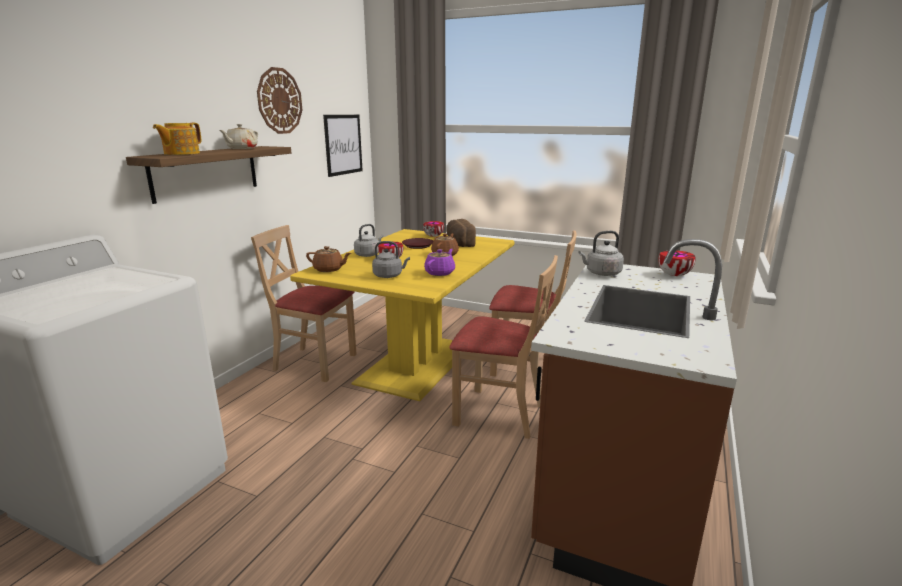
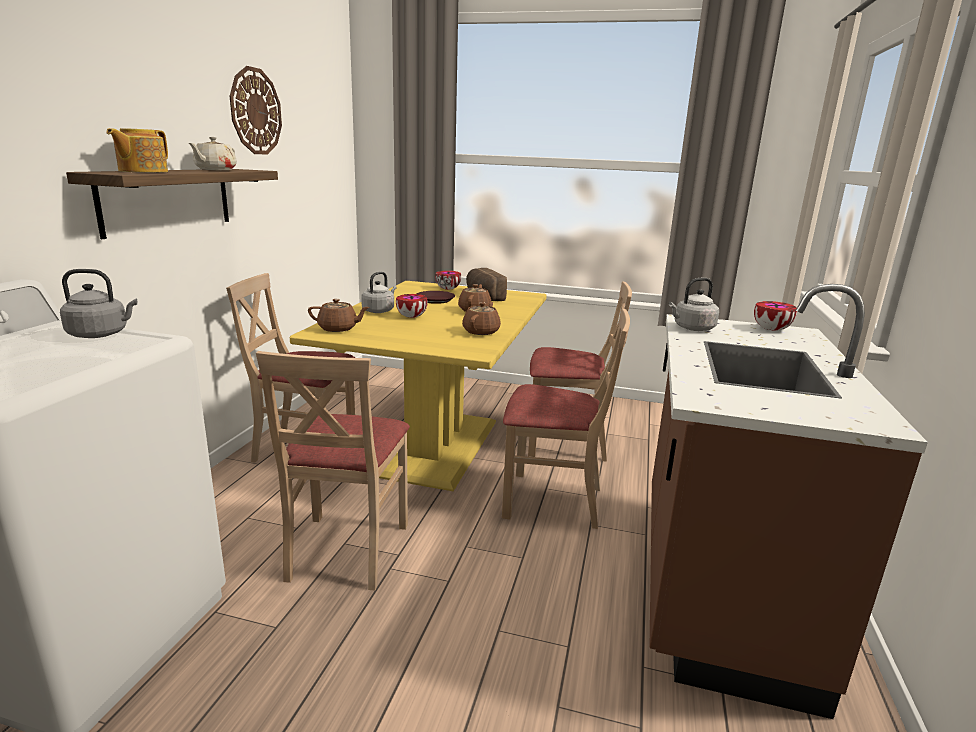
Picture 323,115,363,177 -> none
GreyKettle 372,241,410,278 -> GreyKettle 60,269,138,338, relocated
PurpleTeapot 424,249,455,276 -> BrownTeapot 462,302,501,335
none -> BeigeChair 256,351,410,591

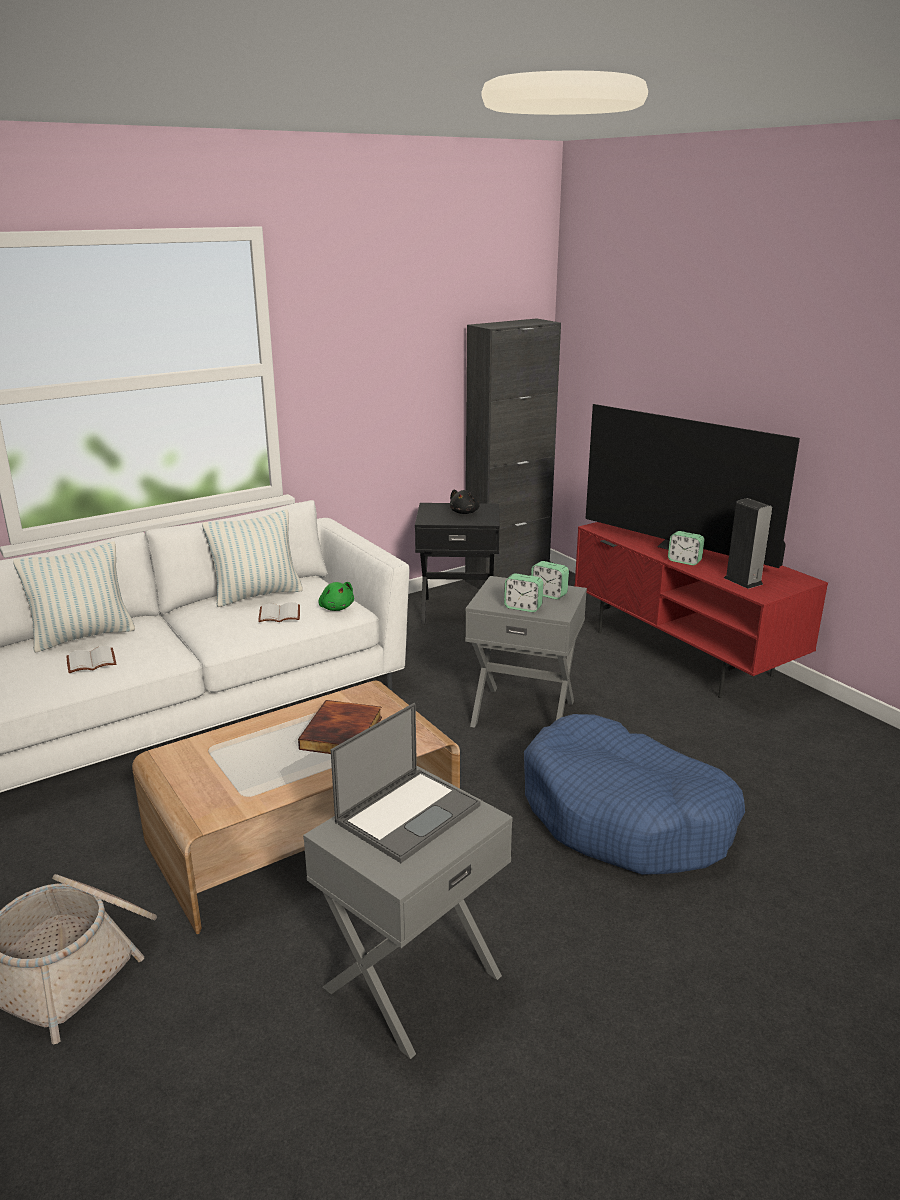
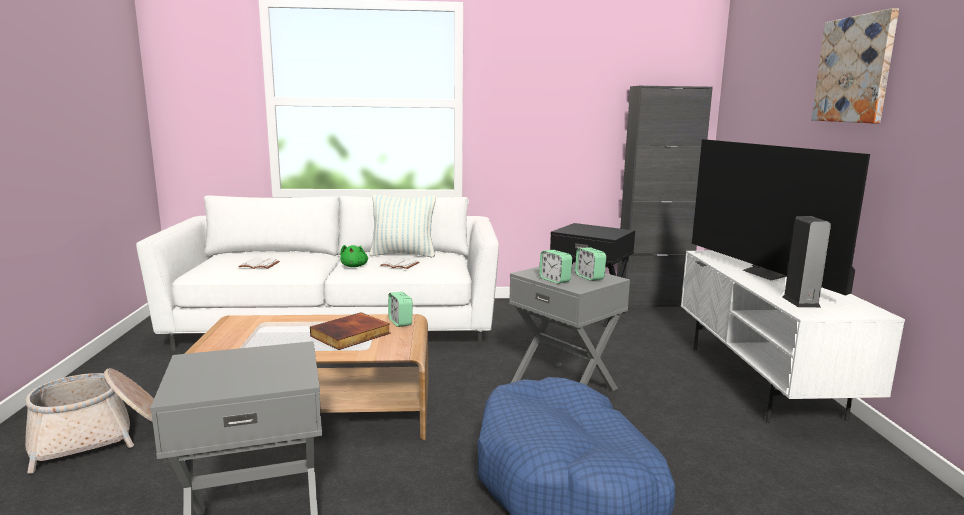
BlackPlushToy 450,489,480,514 -> none
RedTvStand 574,522,828,698 -> WhiteTvStand 681,251,905,422
AlarmClock 668,531,704,565 -> AlarmClock 388,292,413,327, relocated
Pillow 13,541,135,653 -> none
GreenPlushToy 318,582,354,611 -> GreenPlushToy 340,245,368,267, relocated
Laptop 331,703,480,863 -> none
none -> Picture 811,8,899,123

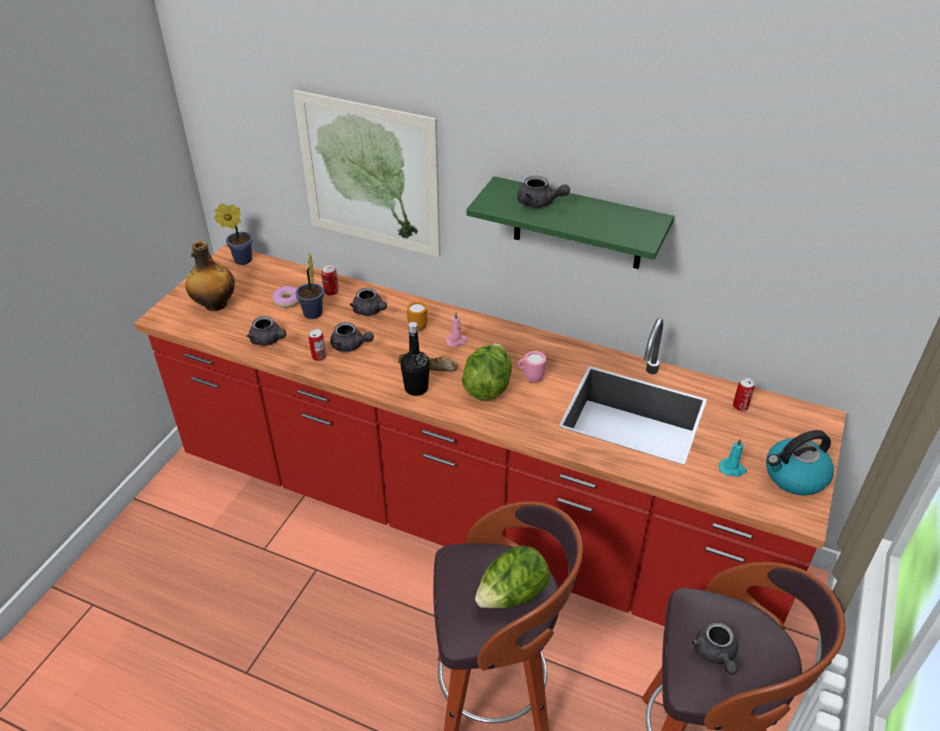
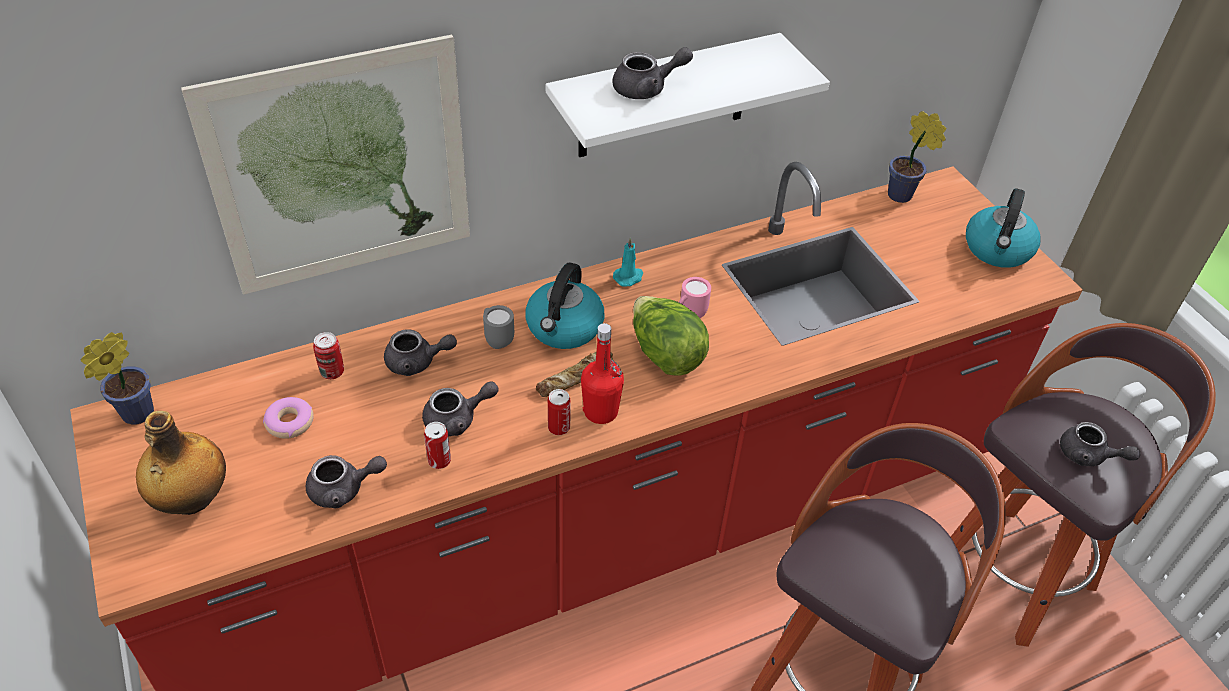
GreenShelf 466,176,674,269 -> WhiteShelf 546,33,830,157
PottedPlant 296,252,324,319 -> PottedPlant 888,111,947,203, relocated
OrangeMug 407,301,428,330 -> GreyMug 483,305,514,349
PinkCandle 445,312,469,347 -> Kettle 525,262,605,349
BlackBottle 400,322,430,396 -> RedBottle 581,323,624,424
Can 733,378,755,411 -> Can 548,389,571,435, relocated
TurquoiseCandle 719,438,747,477 -> TurquoiseCandle 613,237,643,286, relocated
Lettuce 475,546,550,608 -> none

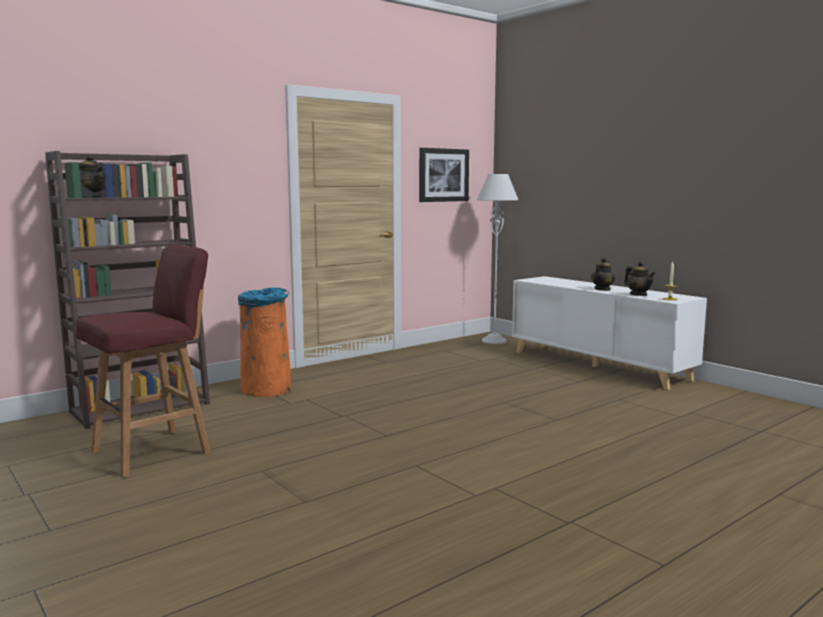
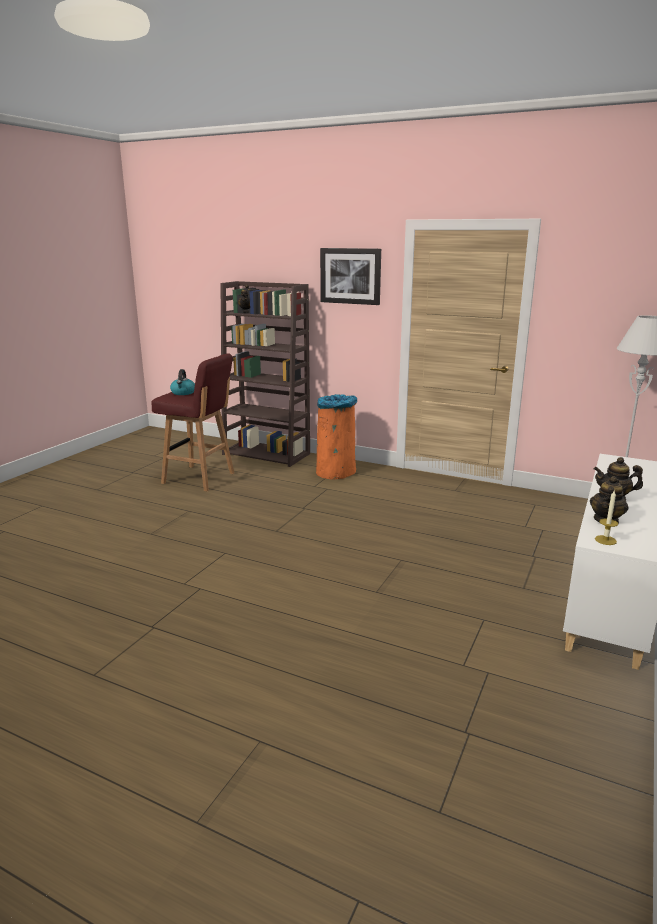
Picture 419,148,469,202 -> Picture 320,248,381,305, relocated
none -> Kettle 170,369,195,395

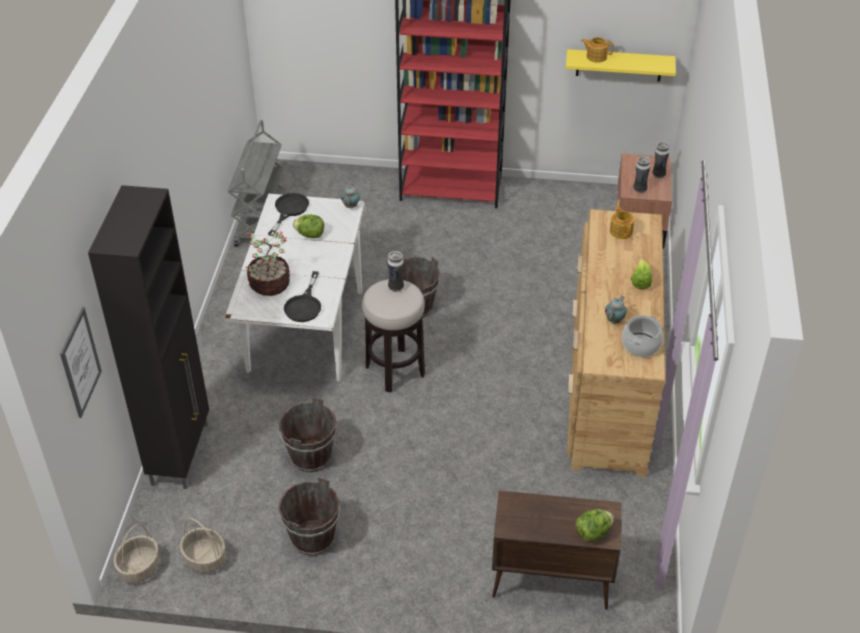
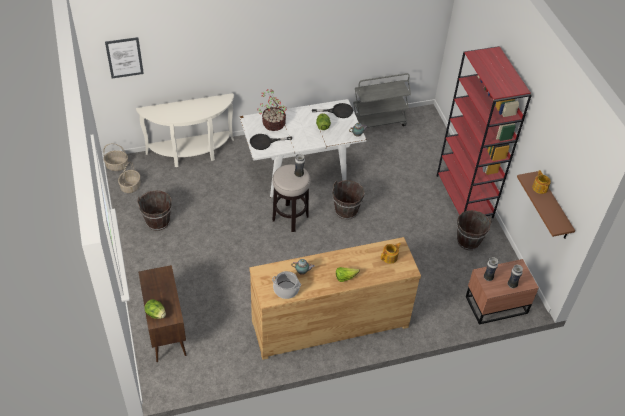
YellowShelf 566,49,676,82 -> BrownShelf 517,171,575,239
BlackCabinet 88,185,209,489 -> WhiteConsoleTable 136,93,234,167
BrownBucket 279,397,336,472 -> BrownBucket 457,210,492,250, relocated

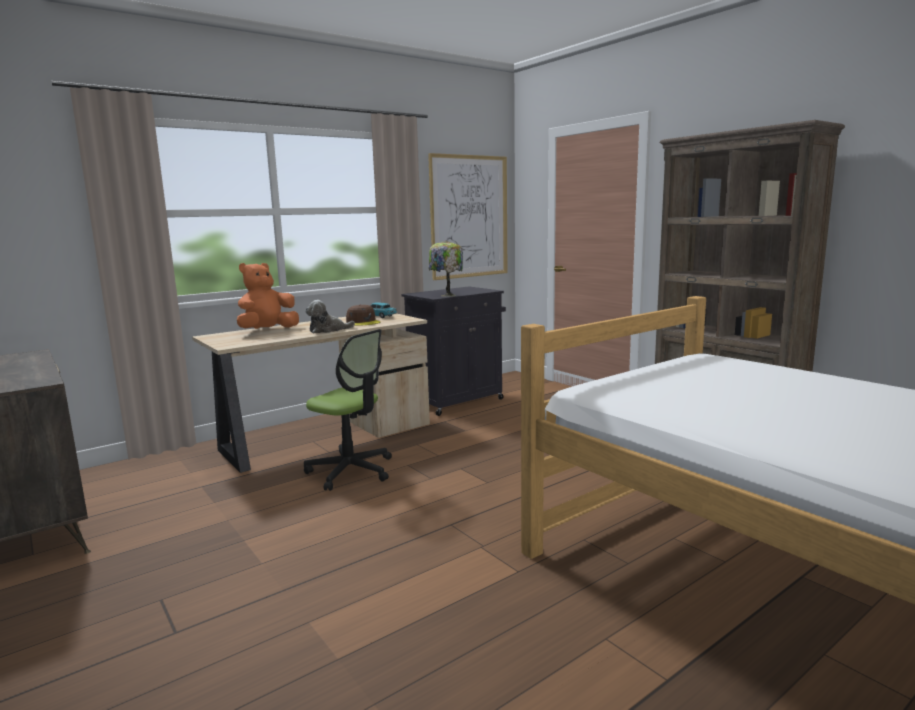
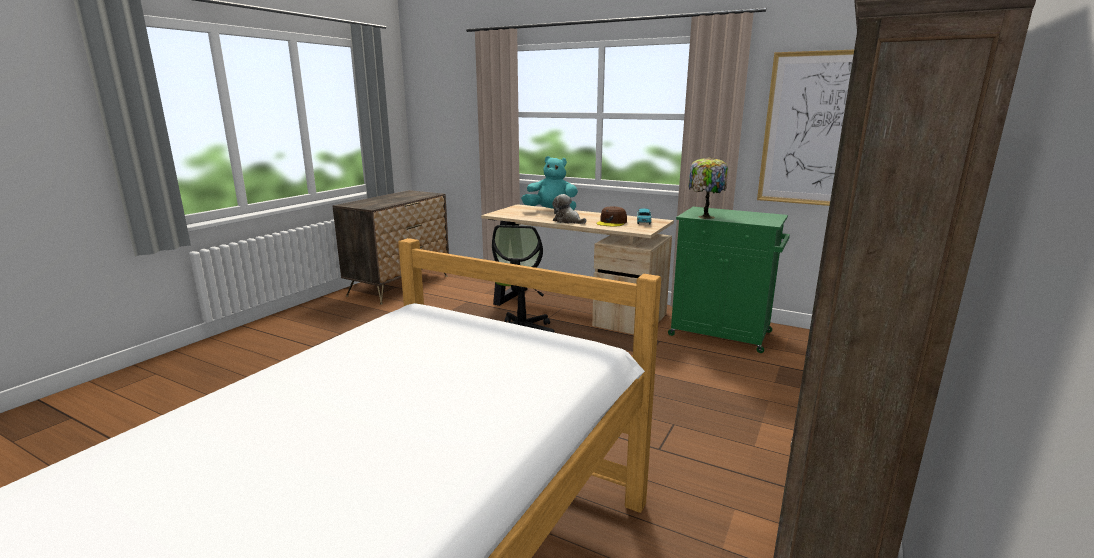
OrangePlushToy 237,263,299,329 -> TurquoisePlushToy 521,156,578,210
BlackCabinet 402,286,506,416 -> GreenCabinet 668,207,790,353

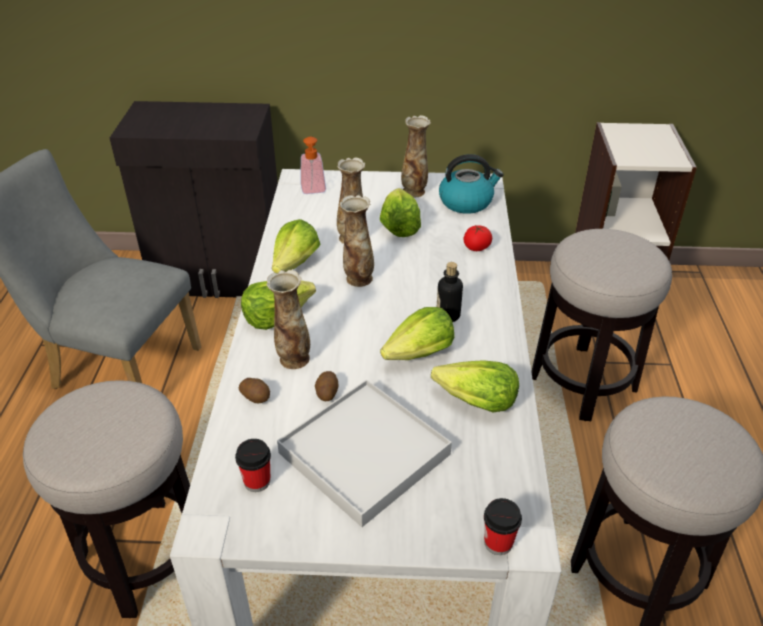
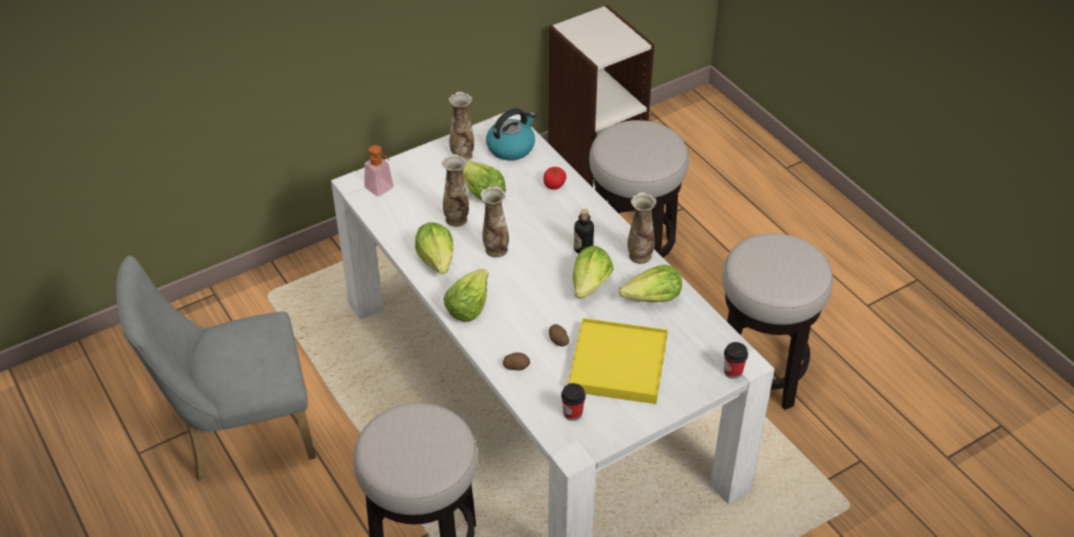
BlackCabinet 110,101,278,298 -> none
Vase 267,270,310,369 -> Vase 628,192,657,264, relocated
WhiteTray 277,380,452,527 -> YellowTray 568,318,668,404

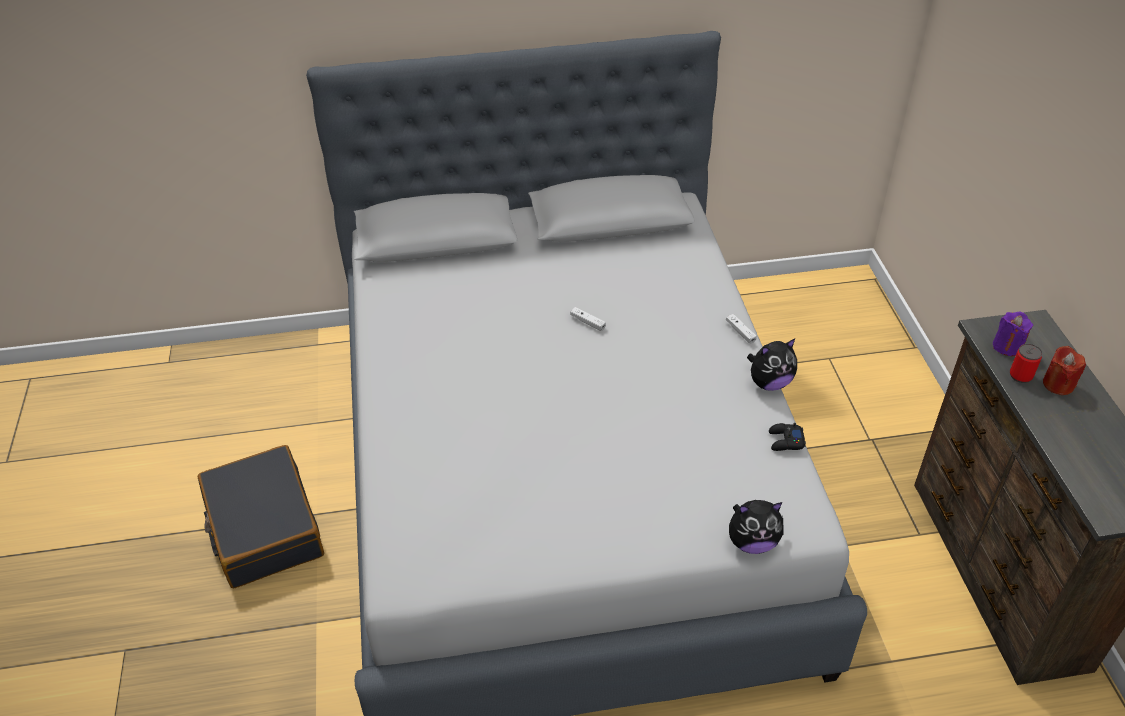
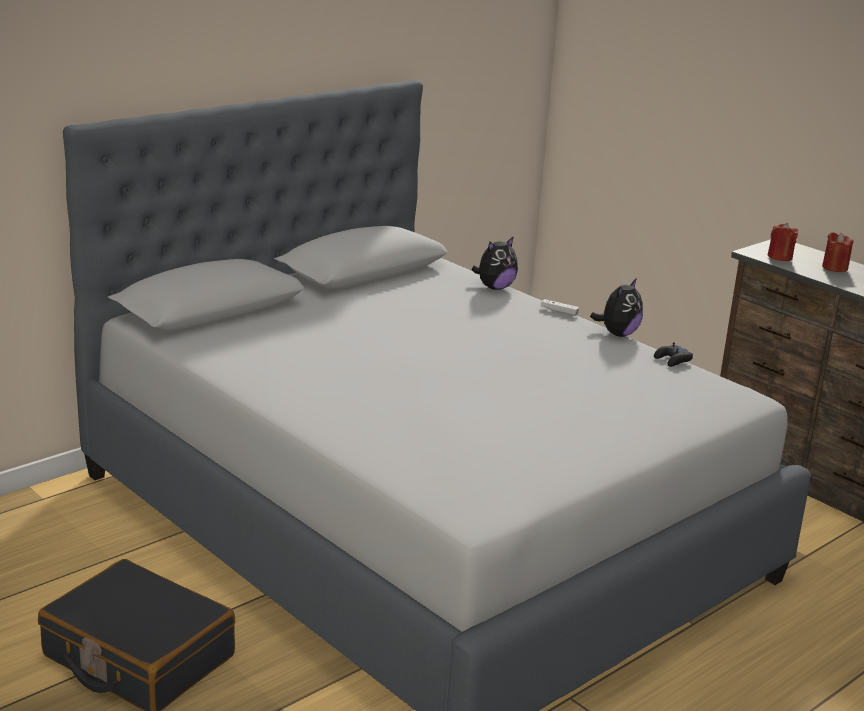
WhiteGameController 570,307,606,331 -> none
PurpleCandle 993,312,1033,356 -> RedCandle 768,223,798,261
Can 1010,344,1042,383 -> none
PlushToy 729,500,783,554 -> PlushToy 471,236,518,290, relocated

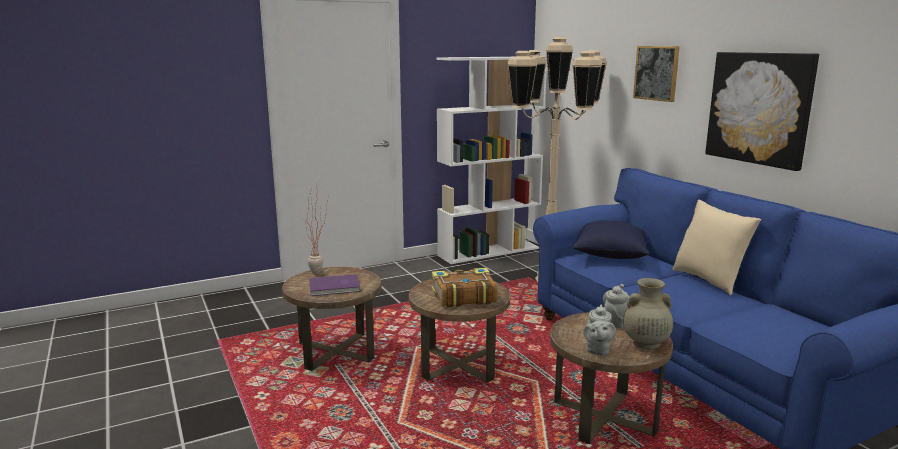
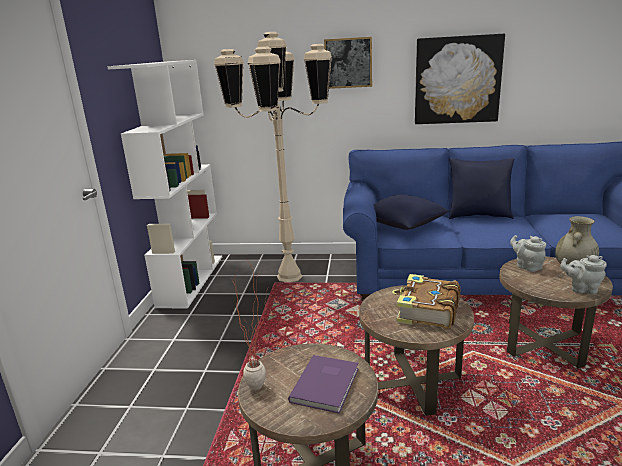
BeigePillow 673,200,761,296 -> BluePillow 449,158,514,219
GreyTeapot 583,305,616,356 -> GreyTeapot 560,255,607,294, 150 degrees clockwise

